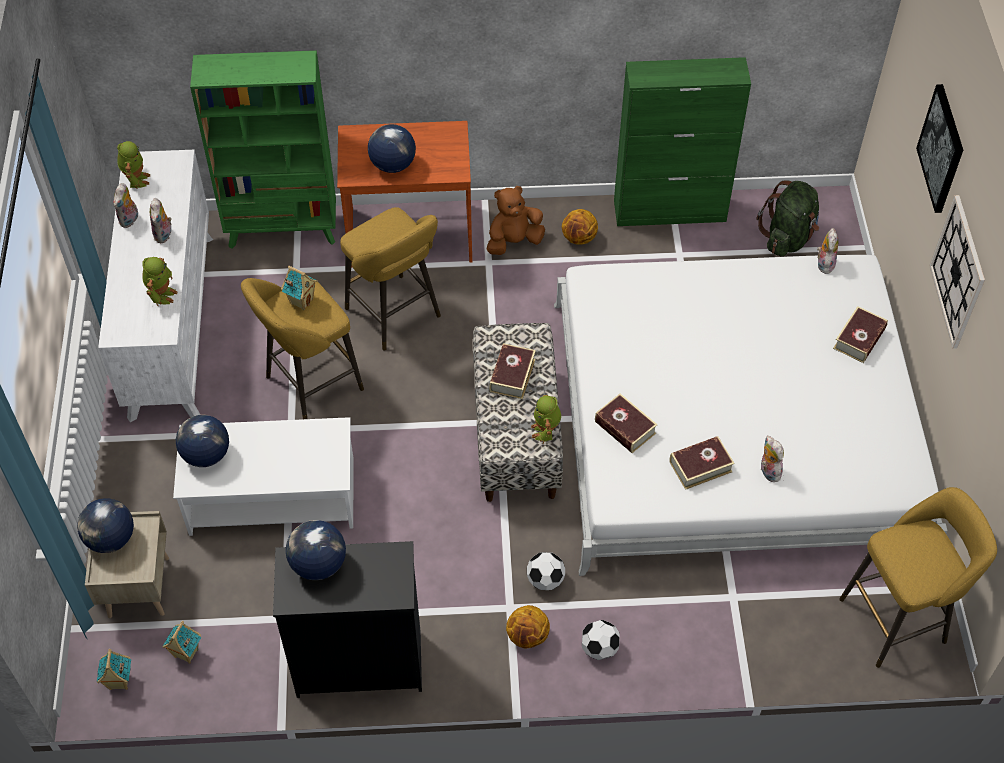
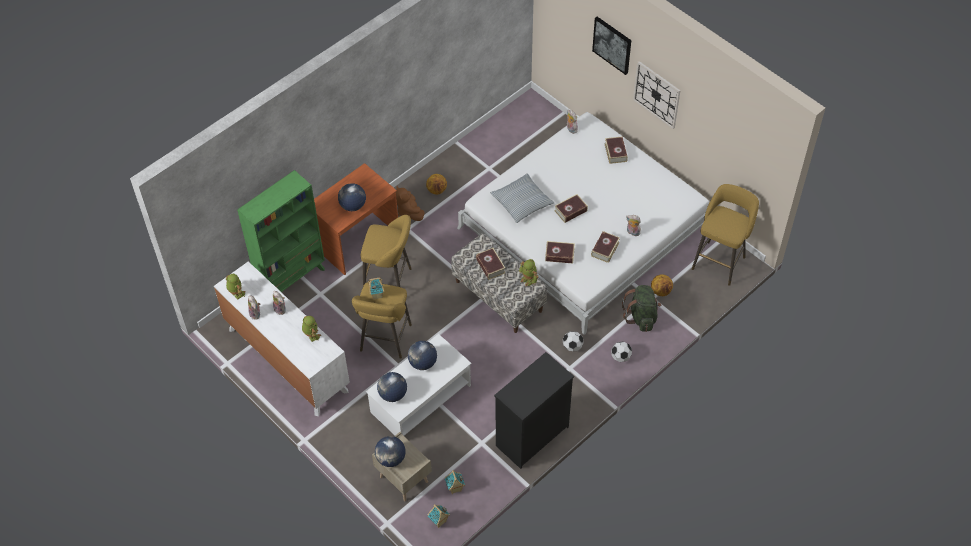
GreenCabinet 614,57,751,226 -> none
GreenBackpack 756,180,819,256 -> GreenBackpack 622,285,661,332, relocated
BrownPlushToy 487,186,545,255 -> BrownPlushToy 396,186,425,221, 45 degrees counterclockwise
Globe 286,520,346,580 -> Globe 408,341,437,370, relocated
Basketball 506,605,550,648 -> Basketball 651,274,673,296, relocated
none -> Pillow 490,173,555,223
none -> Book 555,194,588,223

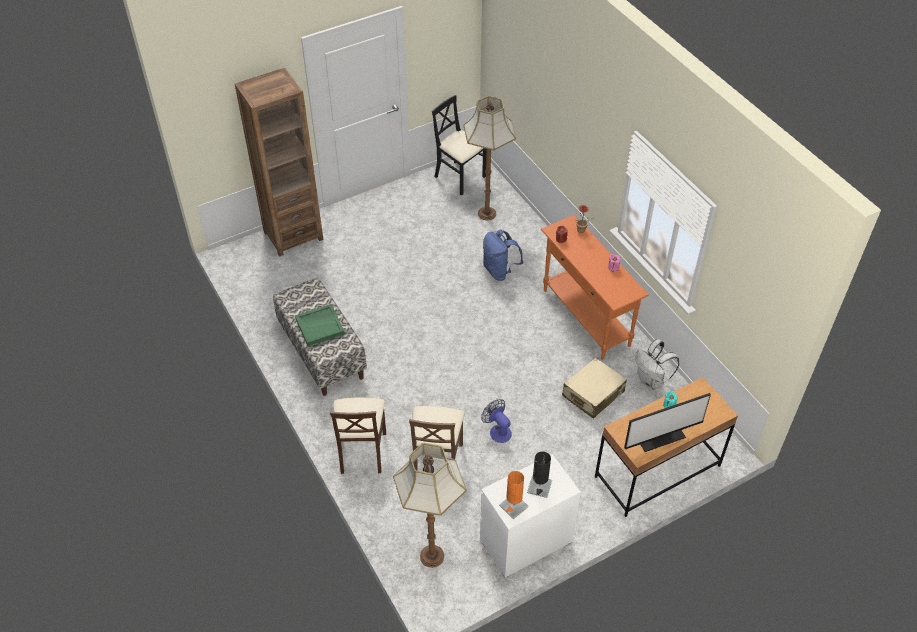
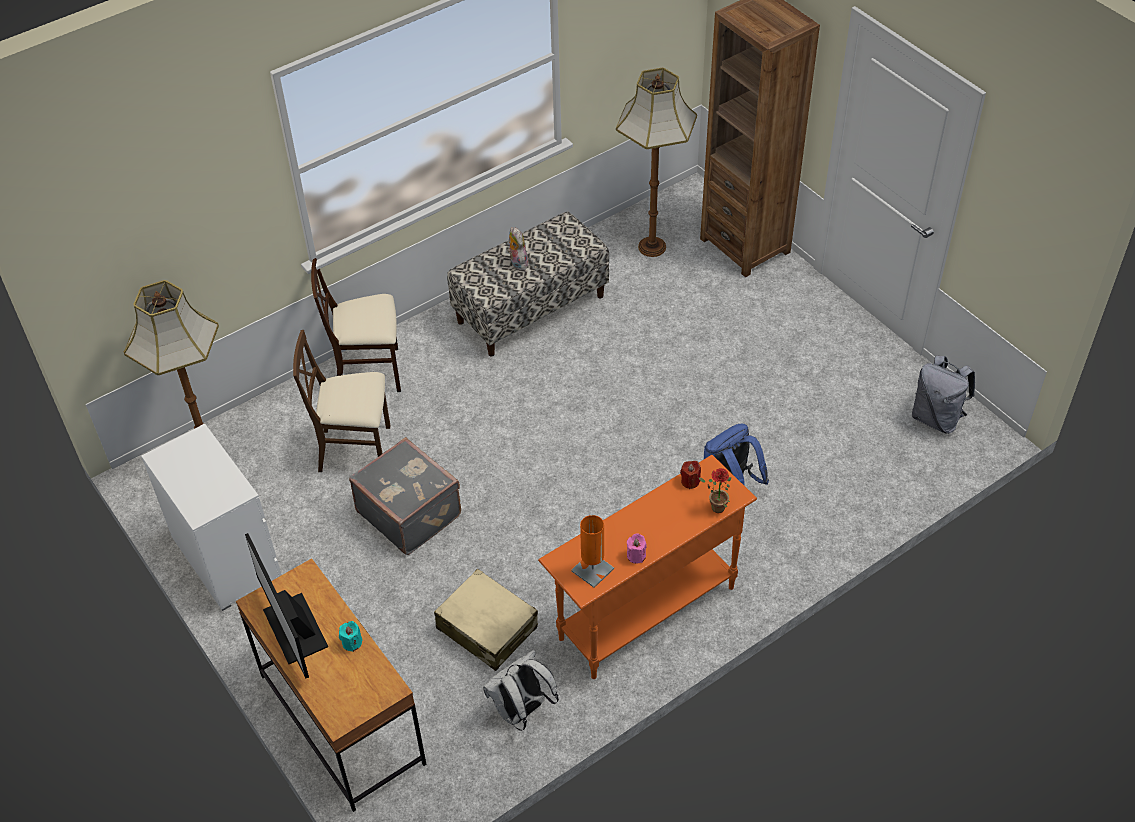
BlackChair 432,95,486,196 -> GreyBackpack 912,355,975,434
FloorLamp 464,96,516,220 -> FloorLamp 616,68,697,257, relocated
GreenTray 295,304,345,346 -> PlushToy 507,227,528,270
Fan 481,399,512,443 -> GreySuitcase 349,437,461,555
BlackTableLamp 527,451,552,498 -> none
OrangeTableLamp 499,471,529,519 -> OrangeTableLamp 571,515,614,588, relocated

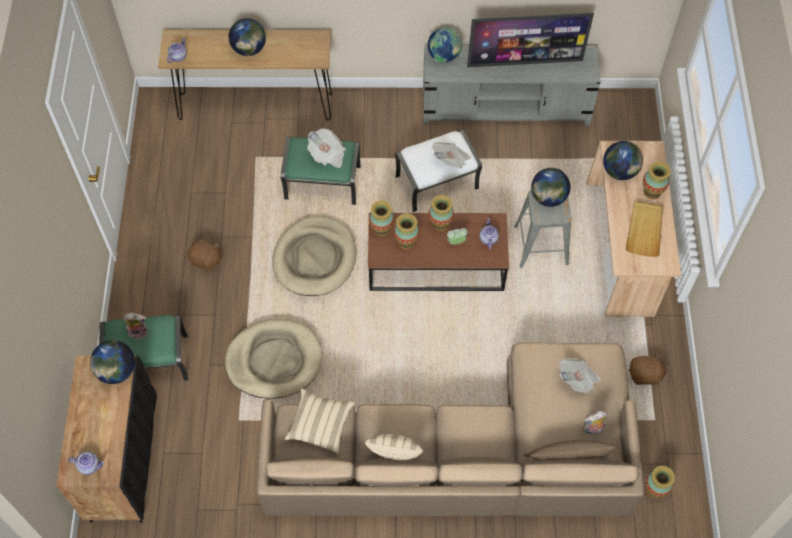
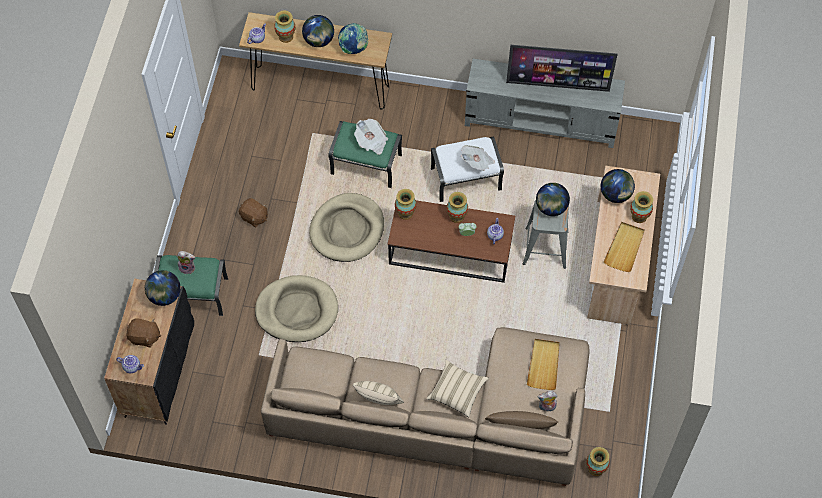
Globe 427,27,462,63 -> Globe 338,23,368,54, relocated
Vase 394,213,419,250 -> Vase 274,11,295,43, relocated
BrownPlushToy 629,353,668,385 -> BrownPlushToy 126,318,161,348, relocated
Newspaper 559,358,601,394 -> BeigeTray 526,339,560,390
BeigePillow 284,388,355,454 -> BeigePillow 426,360,488,417, relocated

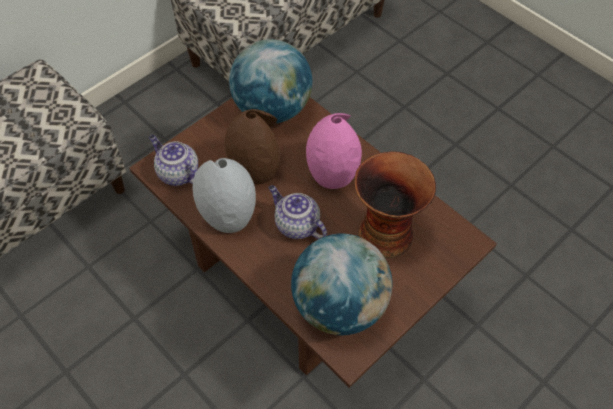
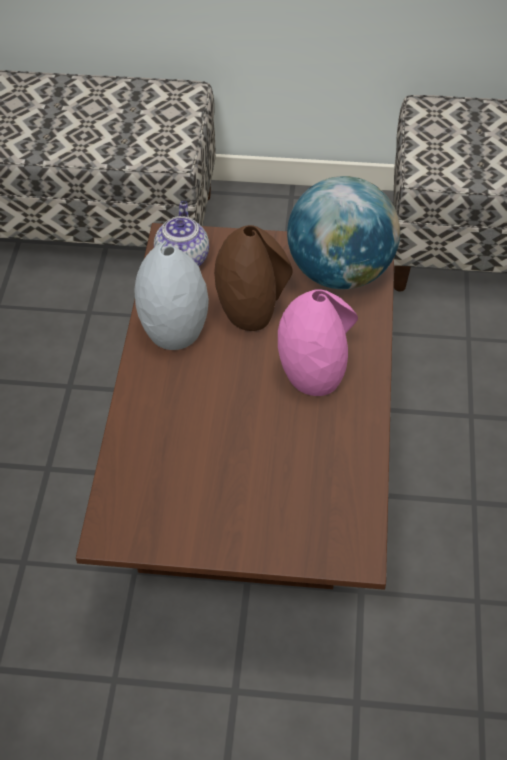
Vase 354,151,436,258 -> none
Teapot 269,185,327,239 -> none
Globe 291,234,392,335 -> none

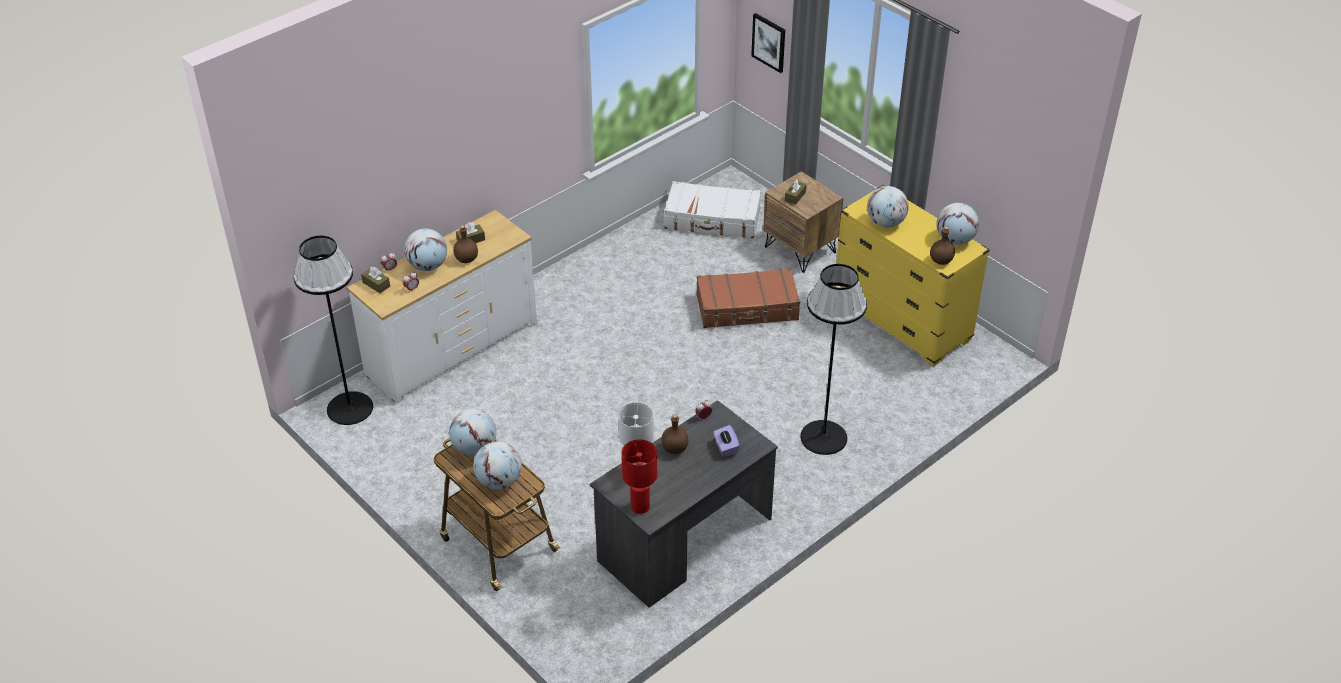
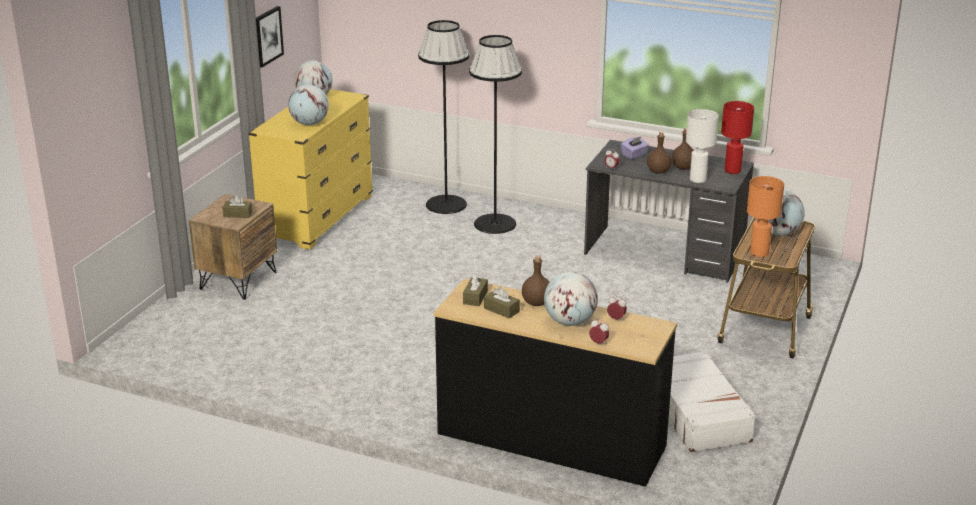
Picture 751,13,785,73 -> Picture 256,6,284,68, relocated
WhiteSuitcase 664,181,761,238 -> WhiteSuitcase 669,351,756,452, relocated
WhiteDresser 347,210,537,404 -> BlackDresser 434,279,677,487
BrownBottle 930,226,955,265 -> BrownBottle 672,128,694,169, relocated
BlackFloorLamp 293,236,373,425 -> BlackFloorLamp 418,20,470,214, relocated
BrownTissueBox 361,267,390,293 -> BrownTissueBox 463,273,488,306, relocated
BrownSuitcase 696,268,800,328 -> none
Globe 449,409,497,456 -> OrangeTableLamp 747,176,784,257

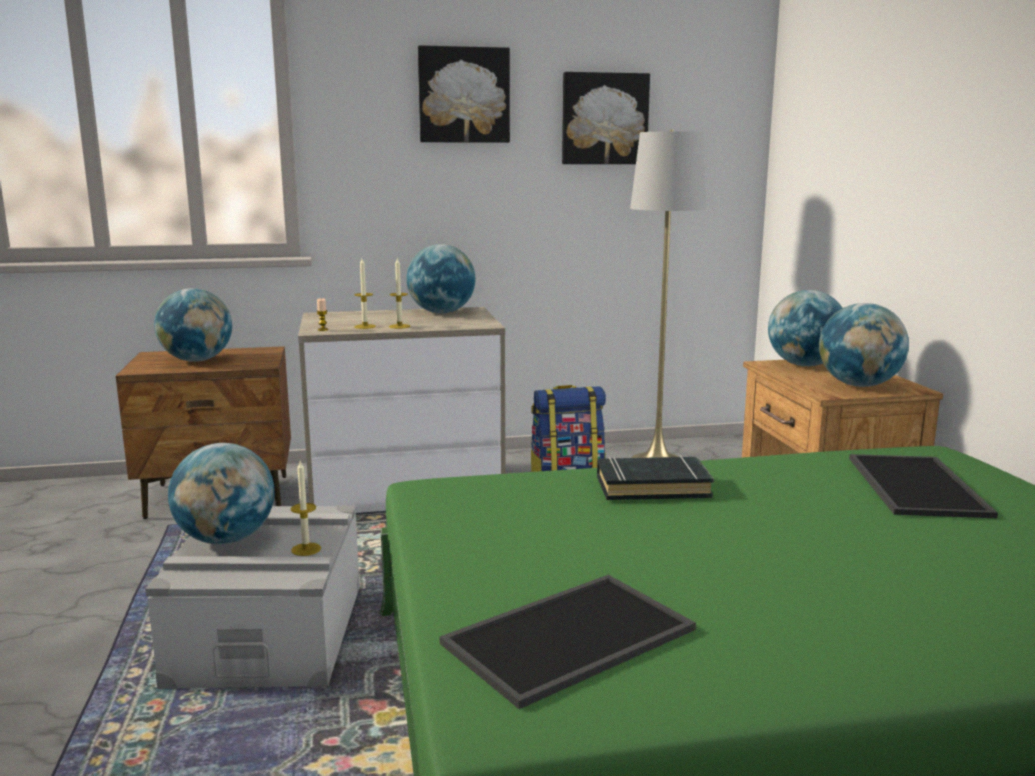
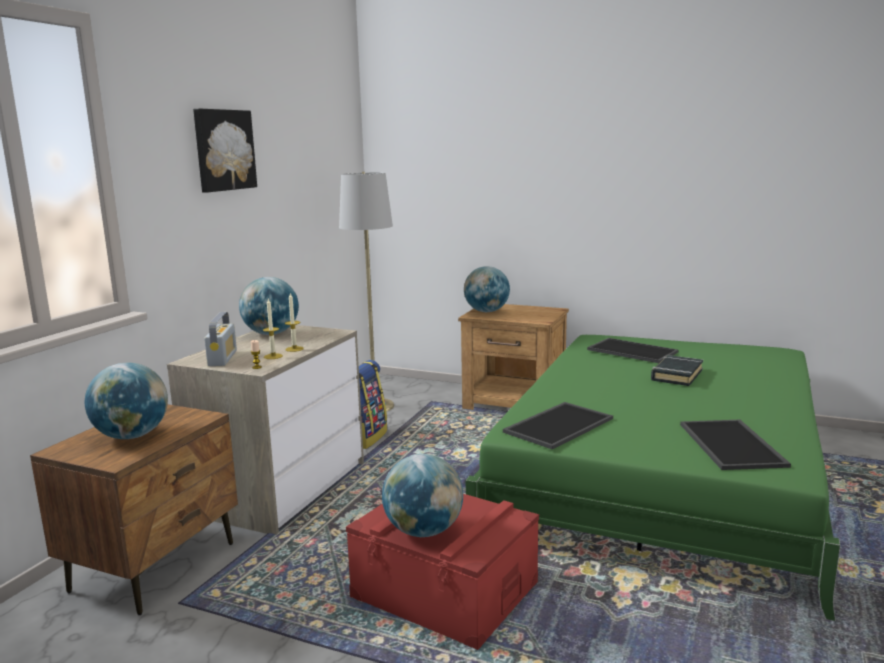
Picture 562,72,650,164 -> none
Globe 819,303,909,387 -> none
BlackBook 597,455,714,500 -> BlackBook 651,355,703,386, relocated
Candle 291,461,321,556 -> none
GreyStorageBox 145,505,360,689 -> RedStorageBox 346,494,539,650
none -> Radio 204,312,237,366
none -> Tray 503,402,613,450

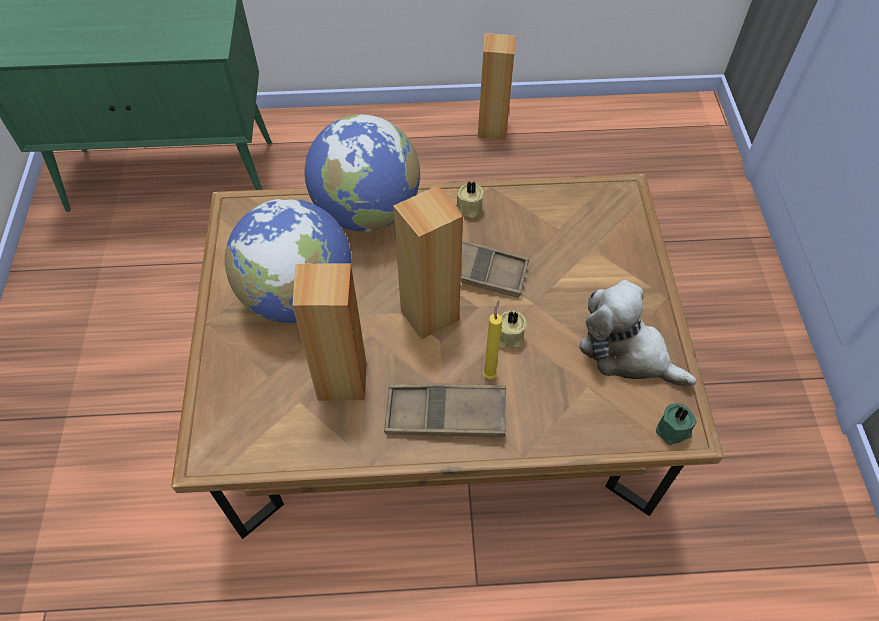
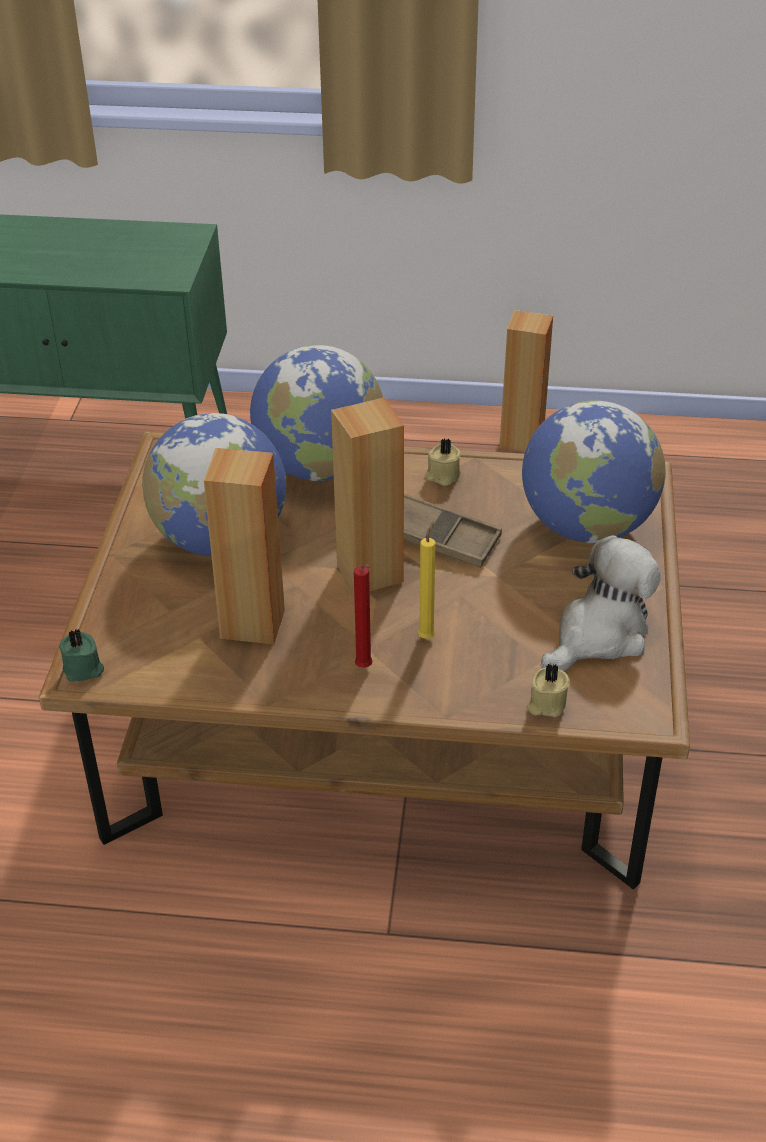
PlushToy 579,280,697,387 -> PlushToy 541,535,661,671, 90 degrees clockwise
BeigeCandle 499,311,527,348 -> BeigeCandle 527,663,570,717, relocated
BrownTray 384,383,506,437 -> RedCandle 354,564,373,668
GreenCandle 656,403,696,445 -> GreenCandle 59,629,104,682, relocated
none -> Globe 522,401,666,543

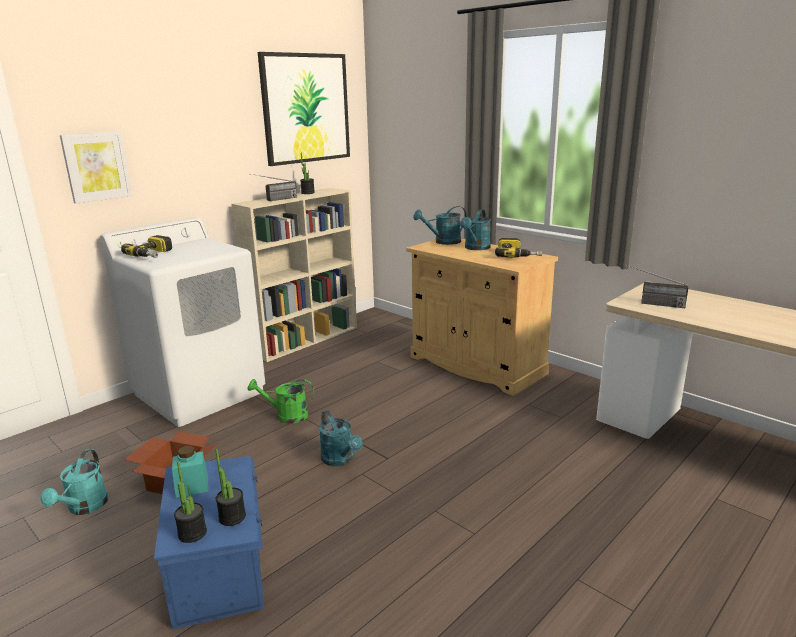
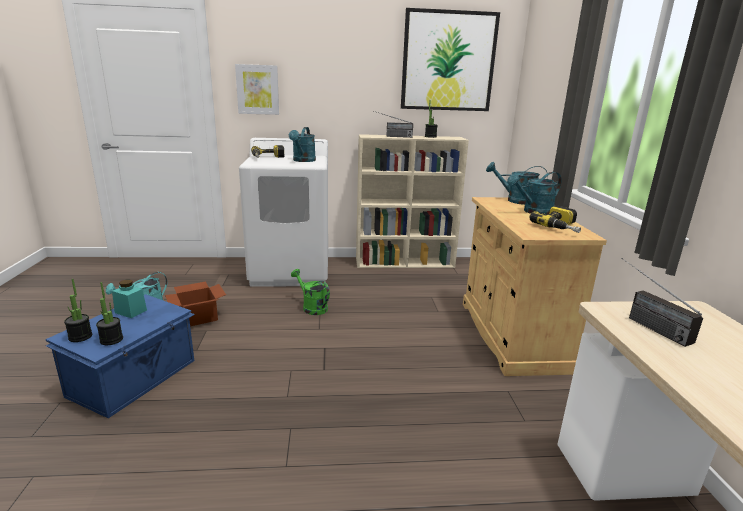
TurquoiseWateringCan 319,410,363,467 -> TurquoiseWateringCan 289,127,316,162, relocated

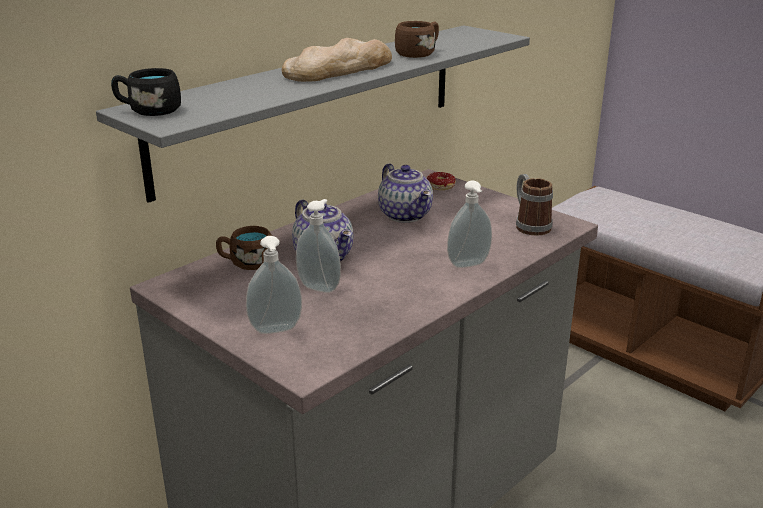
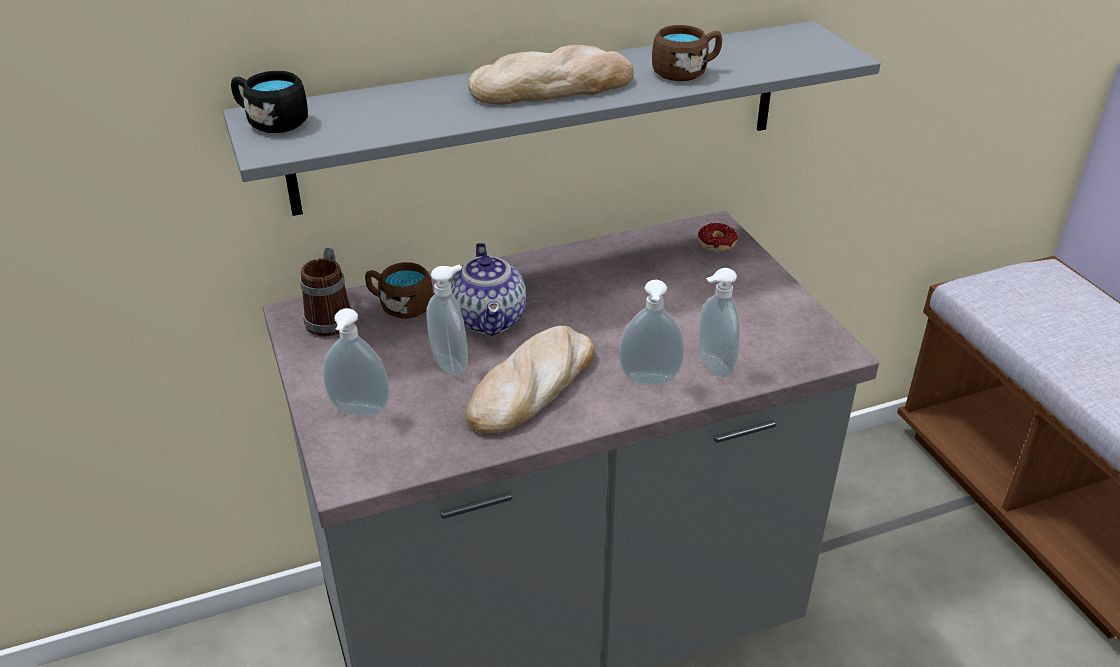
Teapot 378,163,433,223 -> none
Mug 516,174,553,236 -> Mug 300,248,352,337, relocated
none -> SoapDispenser 698,268,740,378
none -> Bread 466,326,594,434

